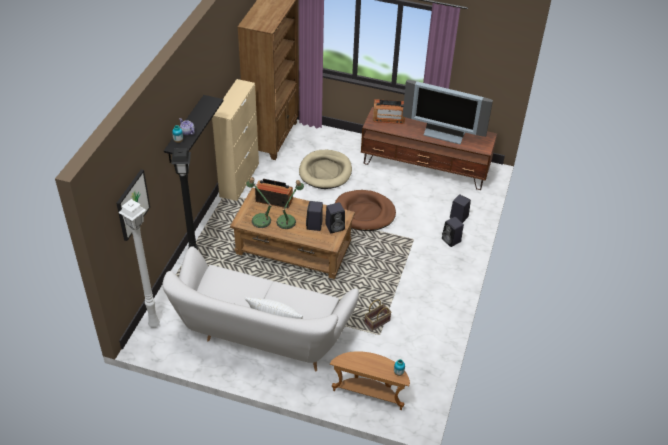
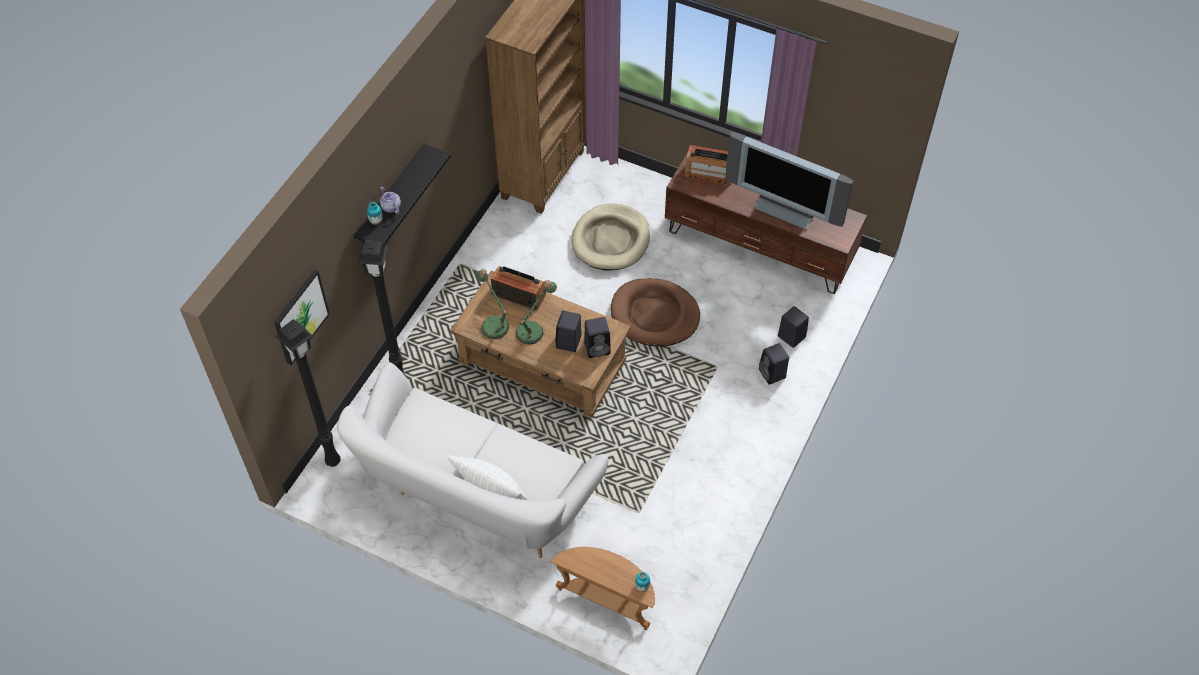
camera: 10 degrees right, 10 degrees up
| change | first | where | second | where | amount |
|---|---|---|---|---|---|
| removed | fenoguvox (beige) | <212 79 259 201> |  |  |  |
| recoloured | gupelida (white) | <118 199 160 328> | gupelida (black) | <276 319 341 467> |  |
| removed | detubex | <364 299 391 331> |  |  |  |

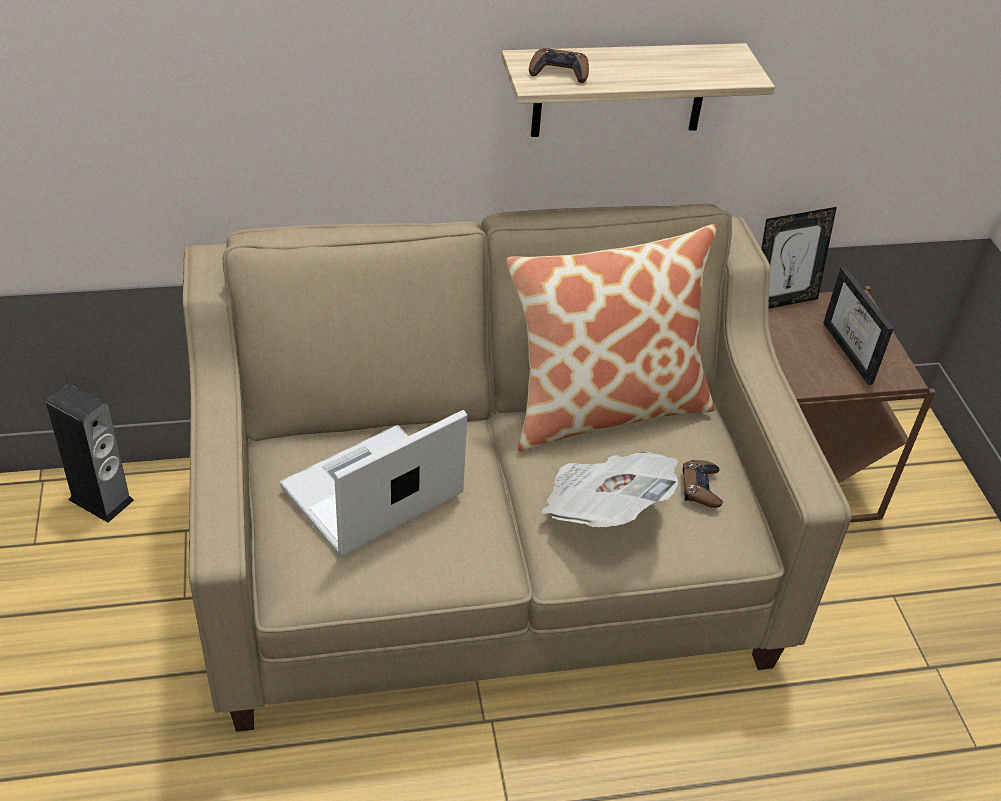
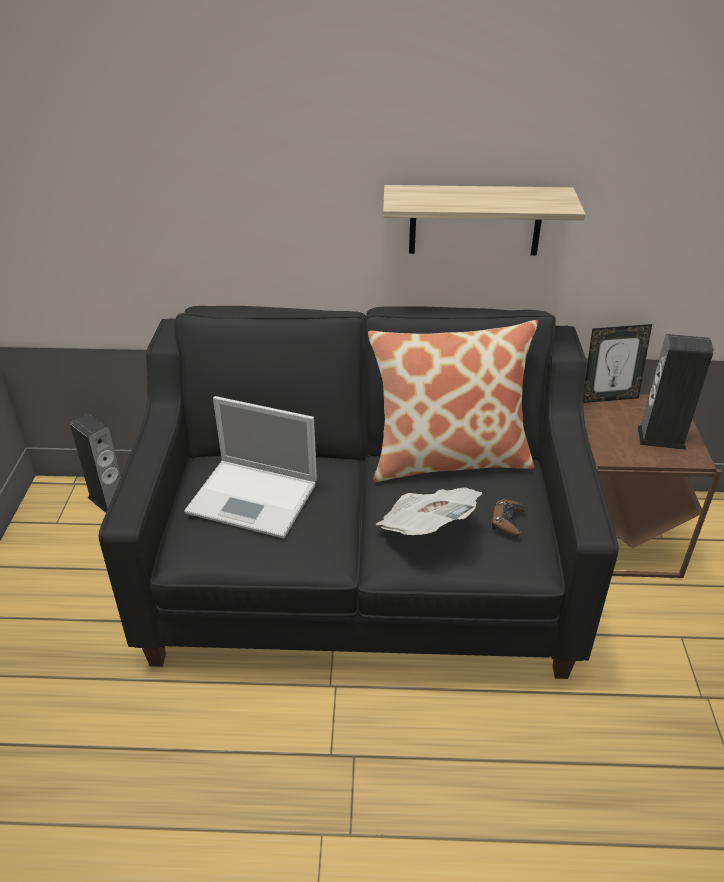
camera: 15 degrees right, 5 degrees down
| change | first | where | second | where | amount |
|---|---|---|---|---|---|
| removed | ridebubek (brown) | <529 48 589 83> |  |  |  |
| recoloured | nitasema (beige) | <182 204 852 732> | nitasema (black) | <99 306 619 679> |  |
| replaced | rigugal | <823 267 894 385> | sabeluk | <637 334 714 450> |  |
| turned | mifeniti | <280 410 467 556> |  | <184 396 317 539> | 135 degrees counterclockwise |

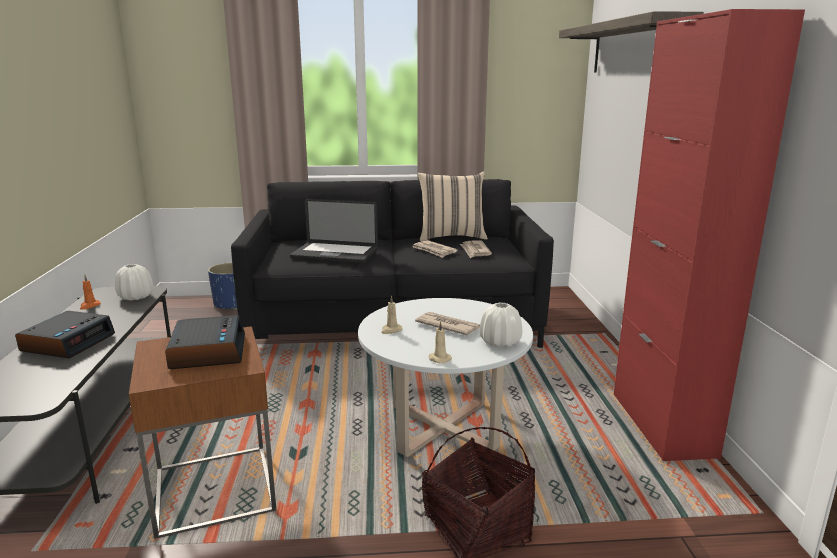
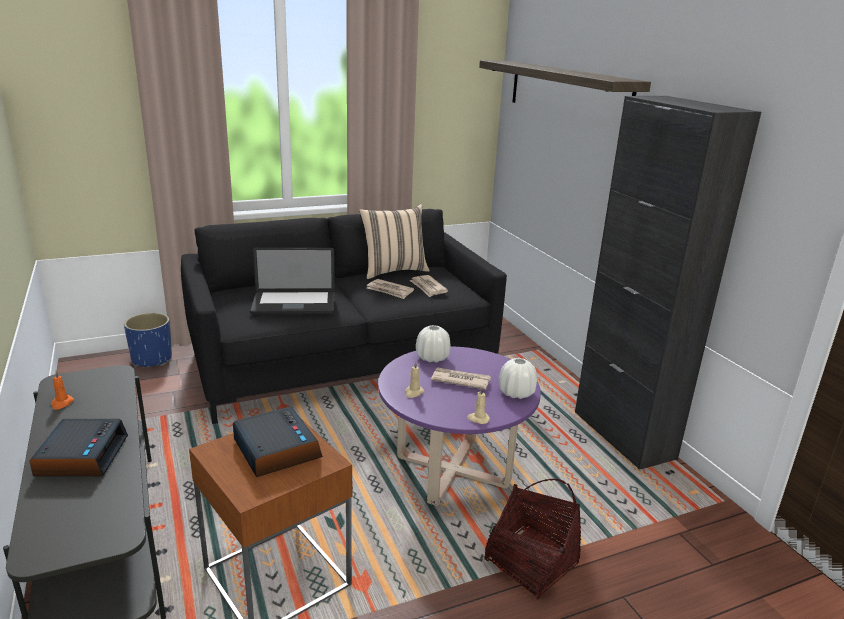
camera: 20 degrees left, 5 degrees up
| change | first | where | second | where | amount |
|---|---|---|---|---|---|
| recoloured | fenoguvox (red) | <614 9 805 461> | fenoguvox (black) | <575 96 761 470> |  |
| moved | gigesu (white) | <115 264 153 300> |  | <416 325 451 363> |  |
| recoloured | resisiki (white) | <358 298 533 457> | resisiki (purple) | <378 347 541 506> |  |

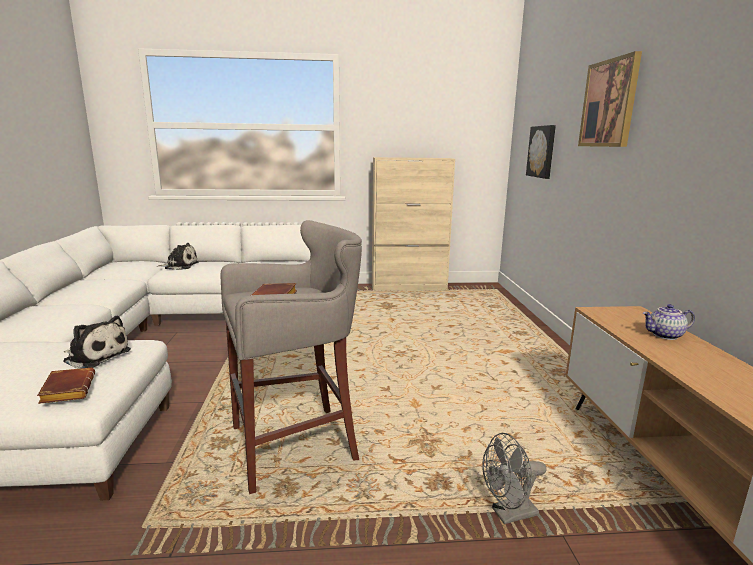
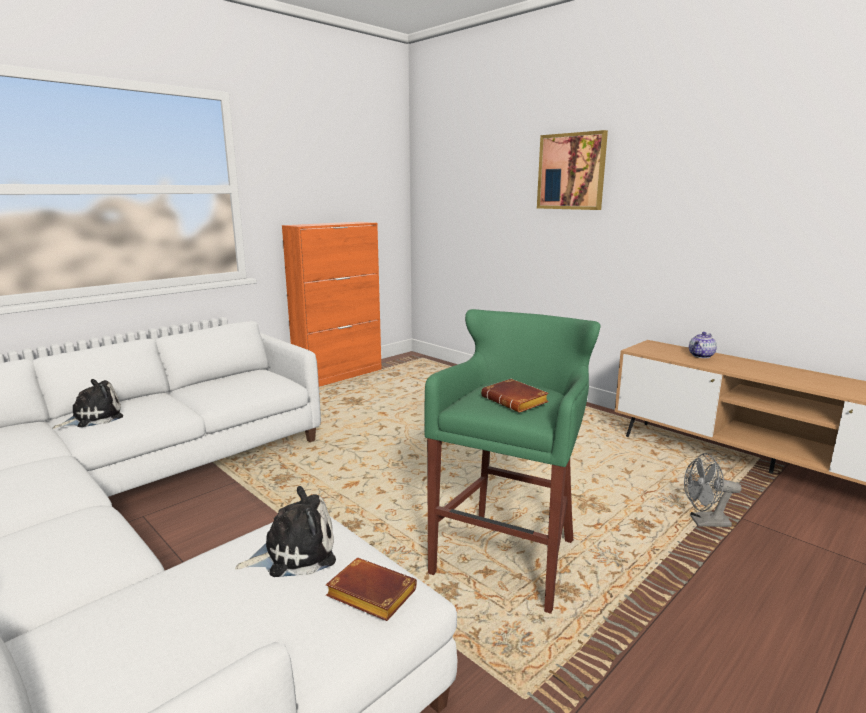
camera: 40 degrees left, 0 degrees up
| change | first | where | second | where | amount |
|---|---|---|---|---|---|
| removed | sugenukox | <526 125 556 179> |  |  |  |
| recoloured | fenoguvox (beige) | <372 157 455 291> | fenoguvox (orange) | <282 222 382 387> |  |
| recoloured | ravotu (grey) | <221 220 362 494> | ravotu (green) | <424 309 601 614> |  |
| turned | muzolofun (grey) | <482 433 547 524> |  | <684 453 742 527> | 60 degrees clockwise |

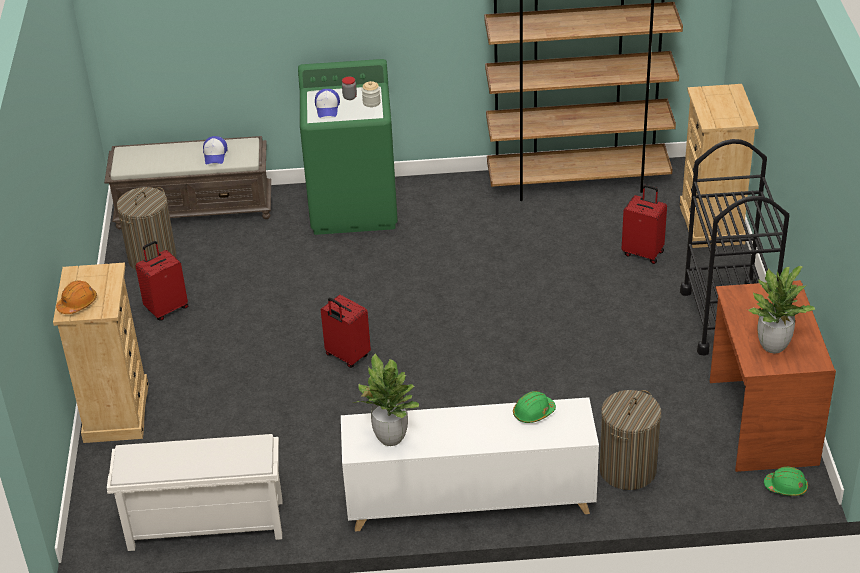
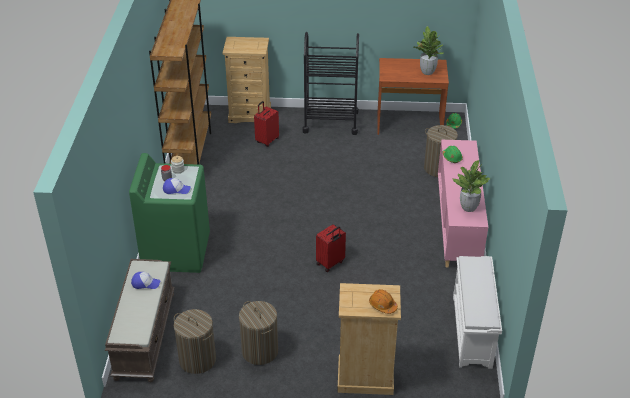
camera: 85 degrees left, 0 degrees up
| change | first | where | second | where | amount |
|---|---|---|---|---|---|
| replaced | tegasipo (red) | <136 241 188 320> | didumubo | <239 301 278 365> |  |
| recoloured | fenoguvox (white) | <341 397 599 531> | fenoguvox (pink) | <438 140 488 267> |  |

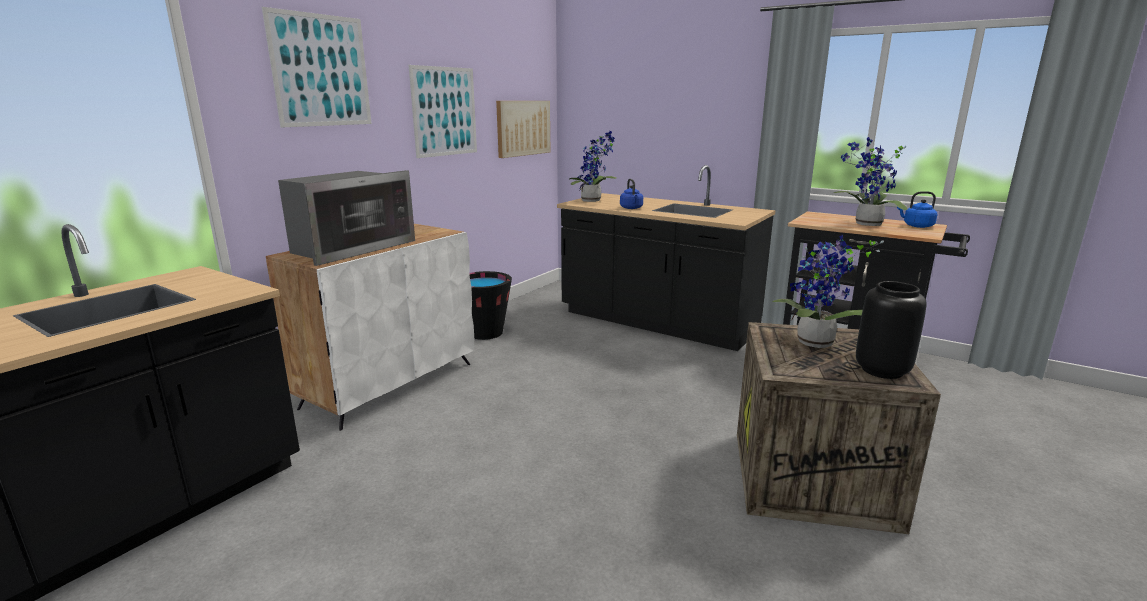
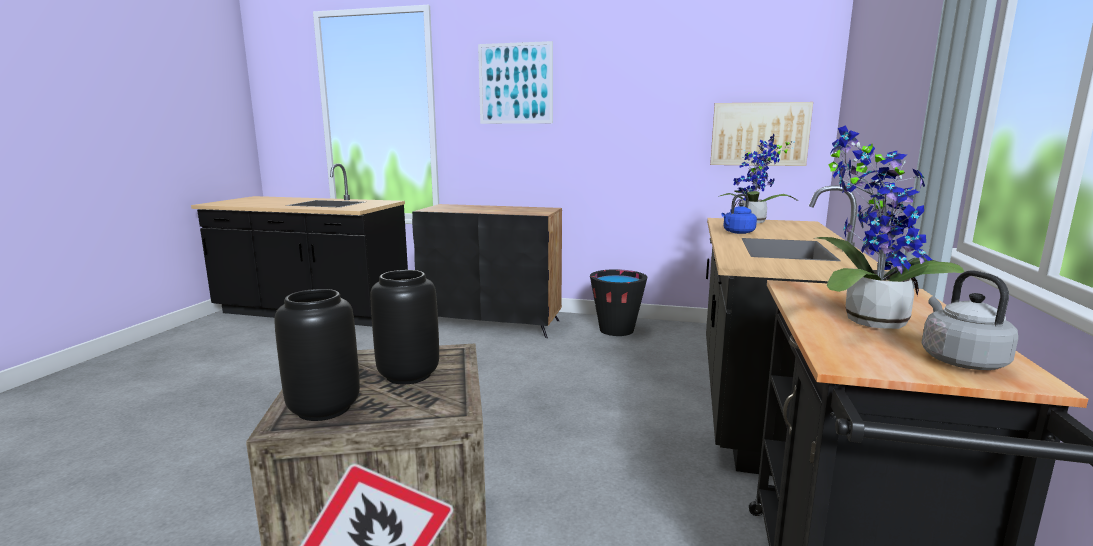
camera: 70 degrees right, 5 degrees down
| change | first | where | second | where | amount |
|---|---|---|---|---|---|
| removed | sugenukox | <409 65 477 158> |  |  |  |
| removed | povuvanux | <278 170 415 266> |  |  |  |
| recoloured | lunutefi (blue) | <897 191 938 228> | lunutefi (grey) | <921 270 1018 370> |  |
| recoloured | fenoguvox (white) | <266 224 474 431> | fenoguvox (black) | <412 204 562 338> |  |
| replaced | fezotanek | <772 235 884 348> | gigesu (black) | <371 270 439 384> |  |

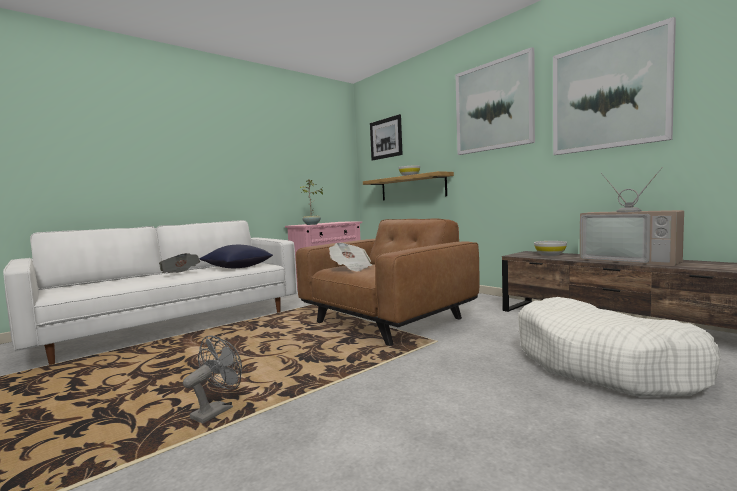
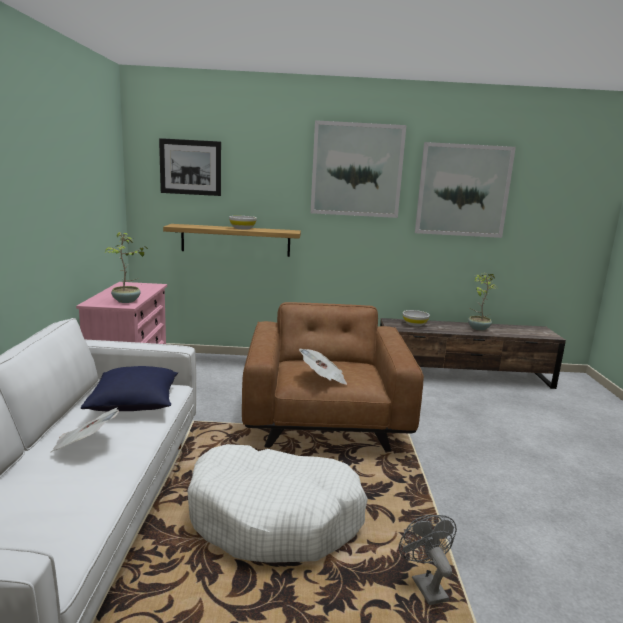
camera: 50 degrees left, 10 degrees up
| change | first | where | second | where | amount |
|---|---|---|---|---|---|
| replaced | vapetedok | <580 167 684 266> | fezotanek | <468 273 497 331> |  |
| moved | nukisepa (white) | <518 297 721 397> |  | <187 444 368 563> |  |

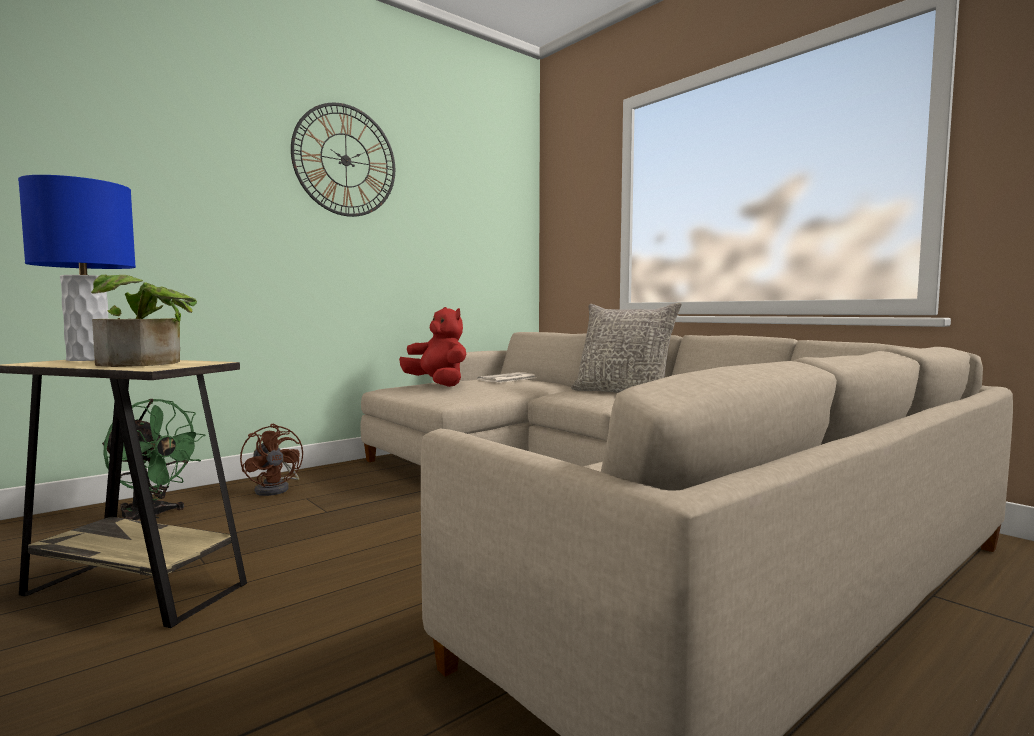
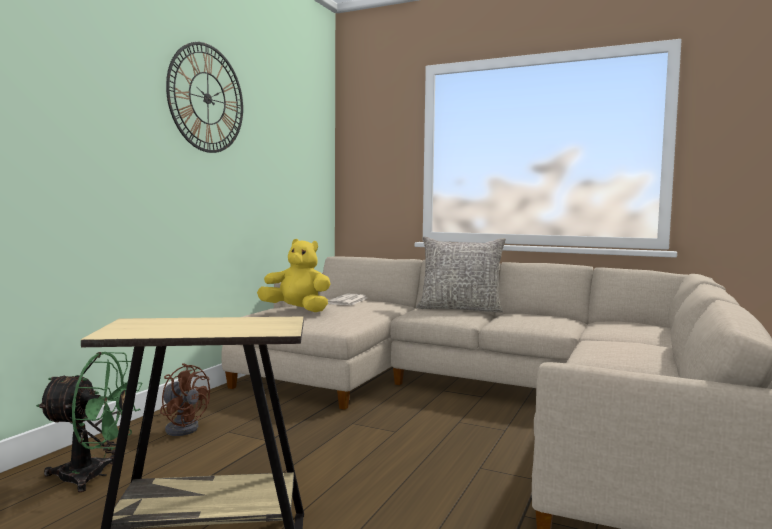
camera: 25 degrees left, 0 degrees up
| change | first | where | second | where | amount |
|---|---|---|---|---|---|
| removed | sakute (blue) | <18 175 136 361> |  |  |  |
| removed | fezotanek | <91 275 197 367> |  |  |  |
| recoloured | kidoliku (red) | <399 307 466 387> | kidoliku (yellow) | <257 239 331 312> |  |

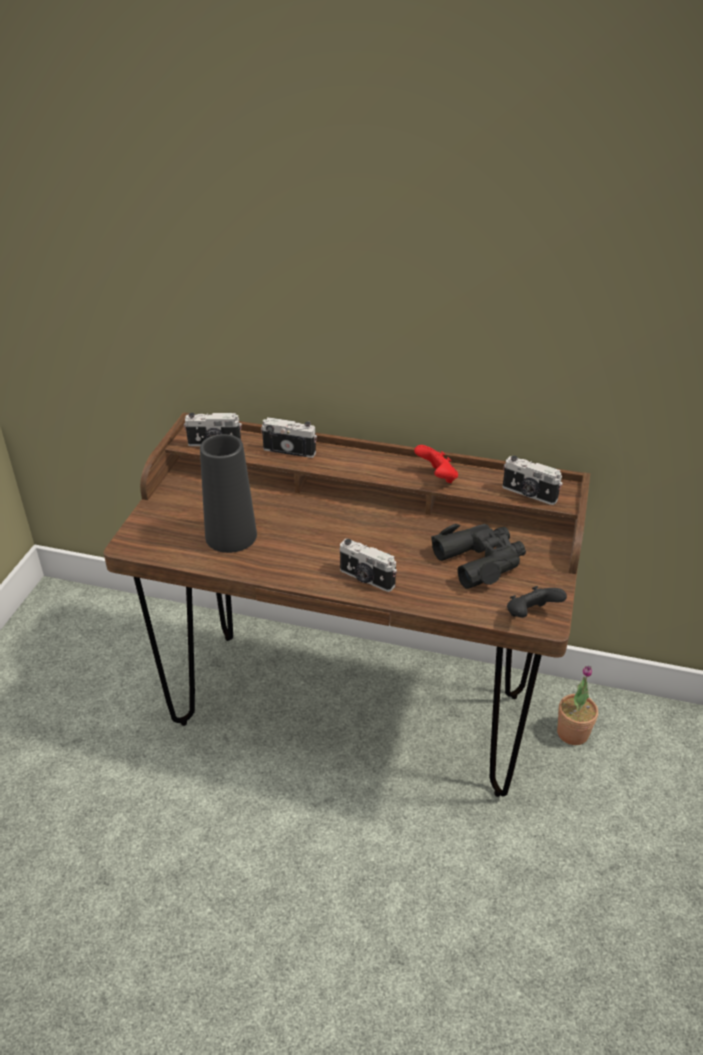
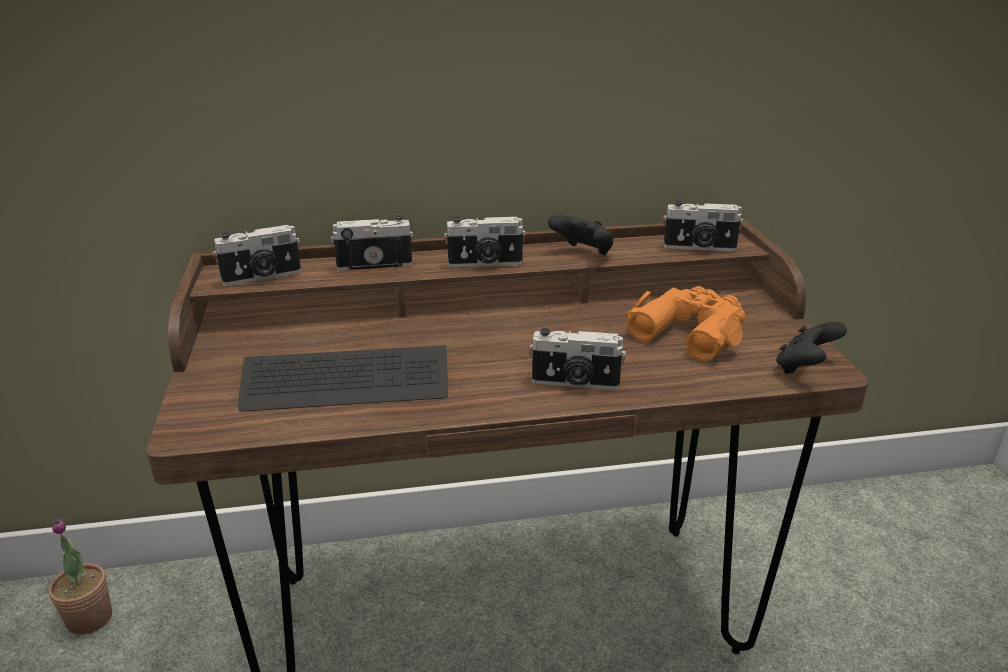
camera: 25 degrees left, 10 degrees down
| change | first | where | second | where | amount |
|---|---|---|---|---|---|
| replaced | gigesu (black) | <200 434 257 553> | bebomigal | <238 345 448 412> |  |
| recoloured | ridebubek (red) | <414 445 458 483> | ridebubek (black) | <548 215 613 255> |  |
| recoloured | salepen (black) | <431 524 526 589> | salepen (orange) | <626 286 745 361> |  |
| moved | fezotanek | <557 666 598 745> |  | <49 518 112 635> |  |
| added |  |  | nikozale | <444 217 526 267> |  |

